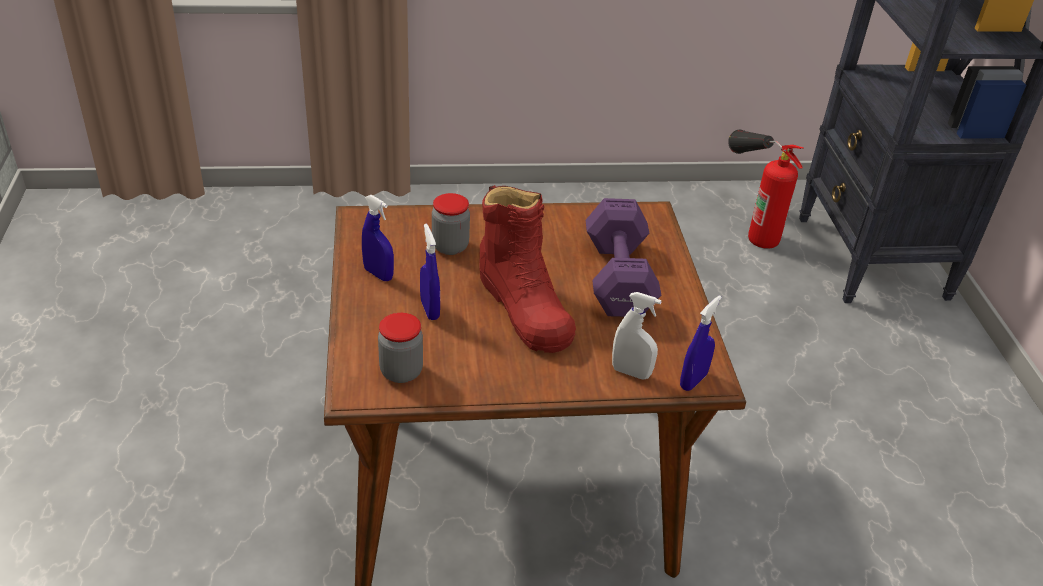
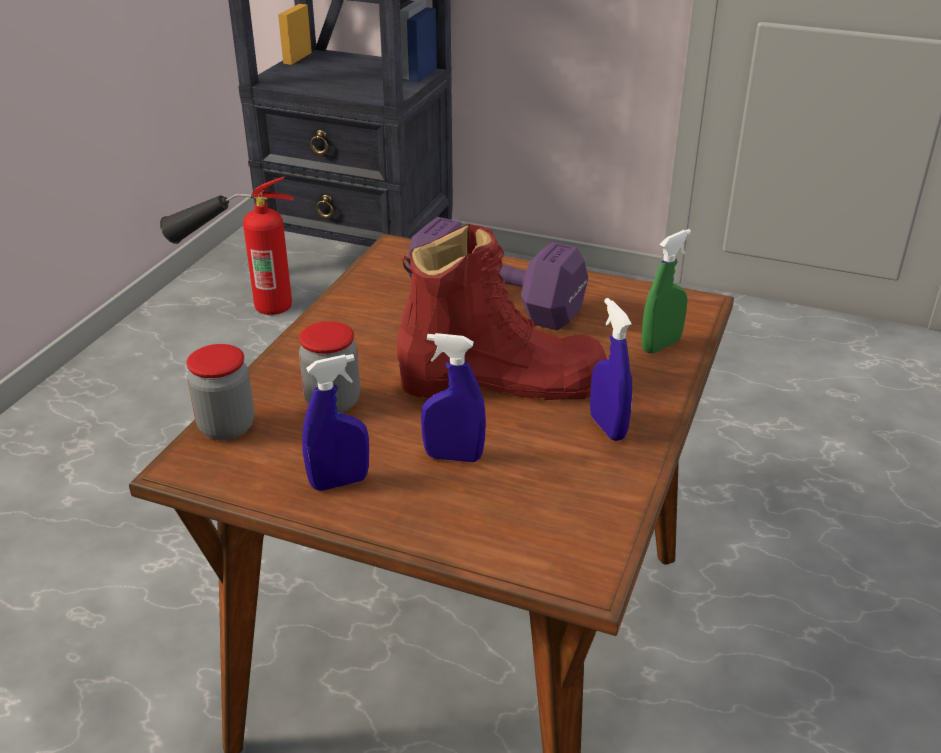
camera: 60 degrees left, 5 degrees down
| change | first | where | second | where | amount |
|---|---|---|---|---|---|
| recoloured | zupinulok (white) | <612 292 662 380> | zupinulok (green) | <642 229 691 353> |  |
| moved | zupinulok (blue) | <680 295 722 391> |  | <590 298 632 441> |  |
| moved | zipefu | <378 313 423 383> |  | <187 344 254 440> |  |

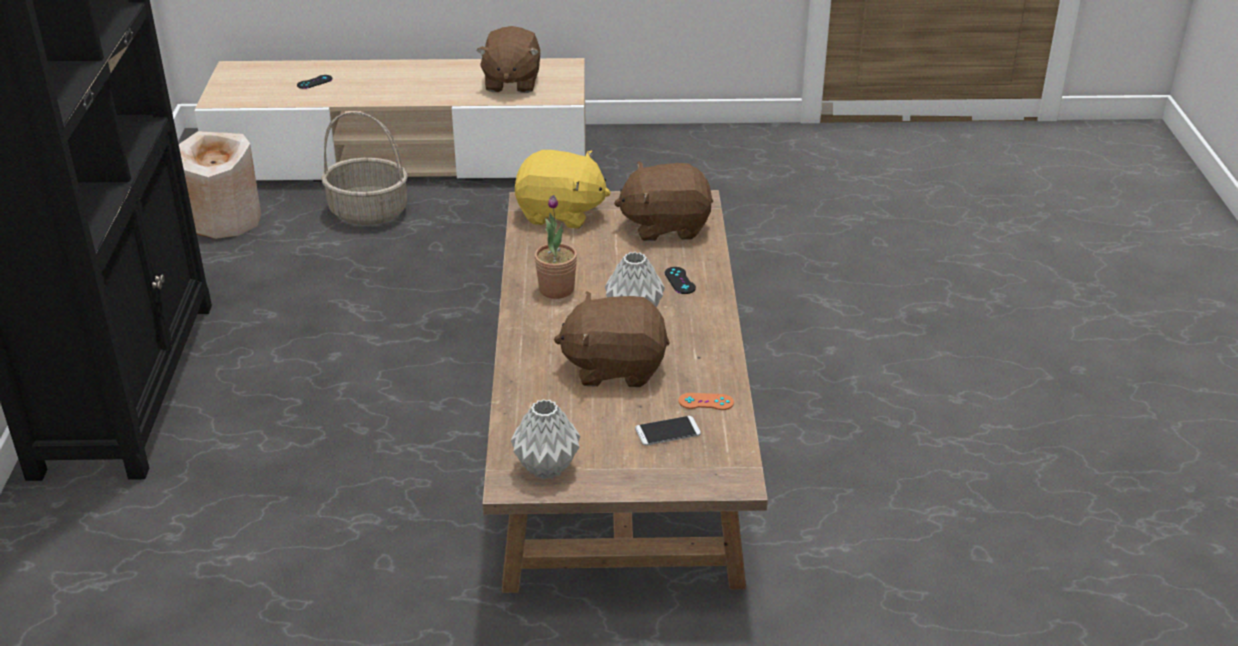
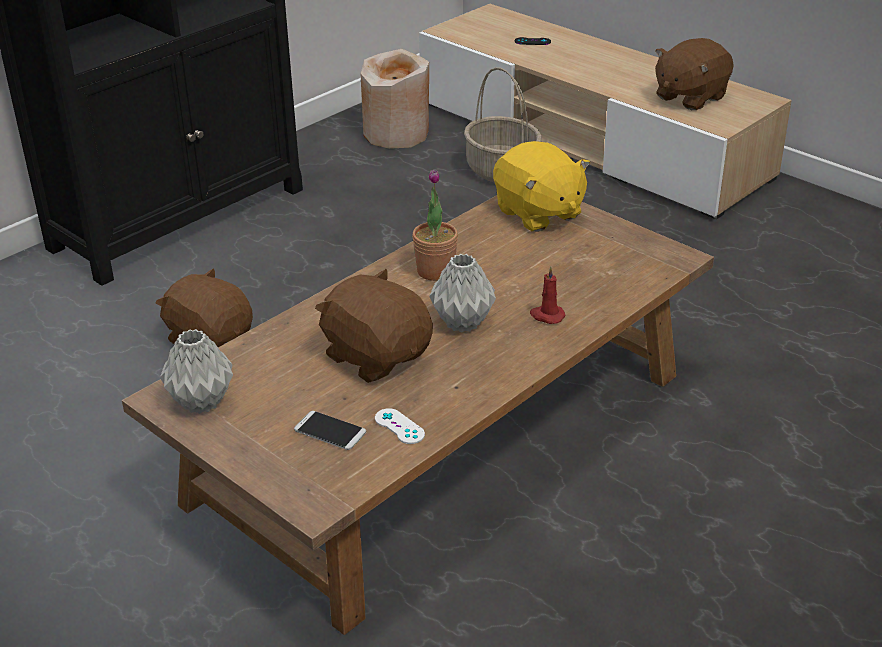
camera: 45 degrees right, 0 degrees up
| change | first | where | second | where | amount |
|---|---|---|---|---|---|
| moved | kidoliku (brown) | <614 161 713 241> |  | <156 268 253 347> |  |
| replaced | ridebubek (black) | <665 267 696 294> | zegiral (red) | <530 266 566 324> |  |
| recoloured | ridebubek (orange) | <678 393 734 410> | ridebubek (white) | <375 408 425 444> |  |

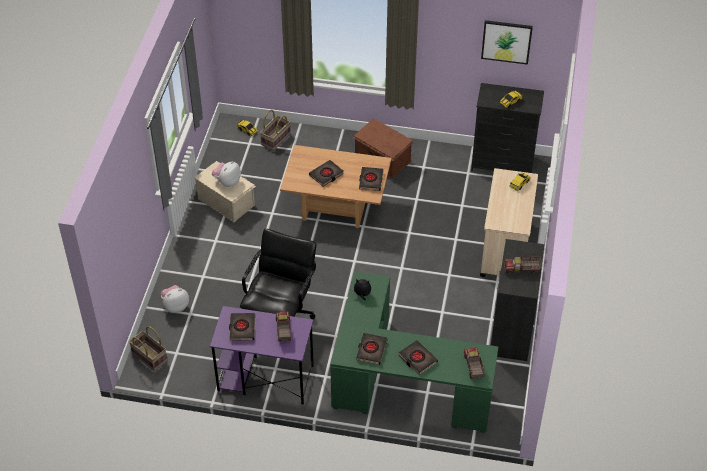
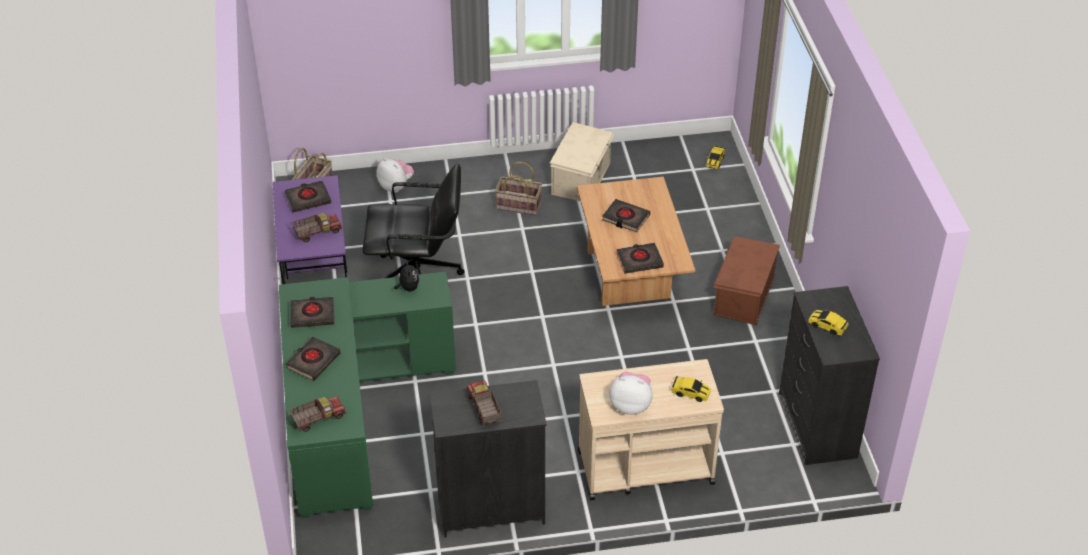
camera: 70 degrees right, 5 degrees down
| change | first | where | second | where | amount |
|---|---|---|---|---|---|
| removed | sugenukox | <481 20 533 65> |  |  |  |
| moved | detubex | <260 110 291 151> |  | <495 162 542 216> |  |
| moved | kidoliku | <212 161 241 187> |  | <609 371 652 415> |  |

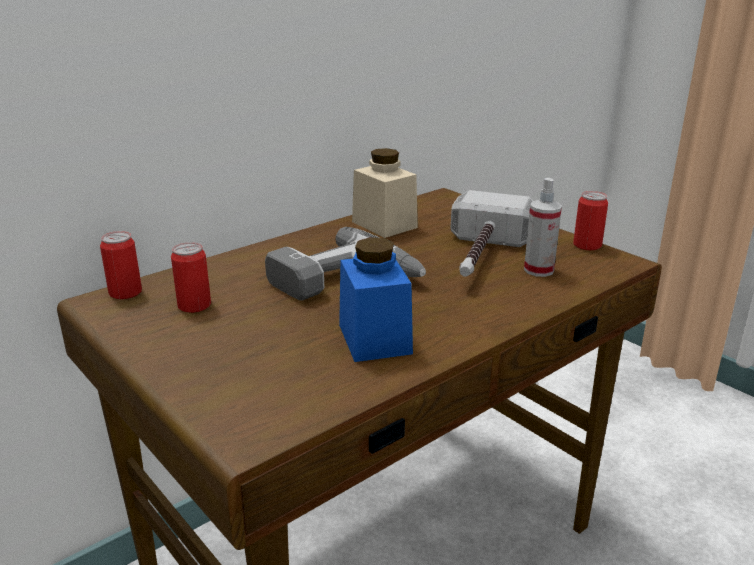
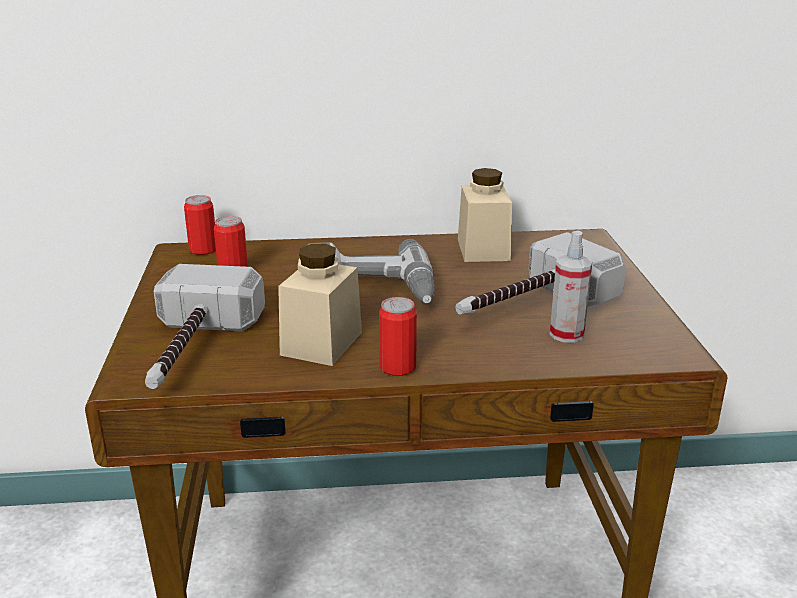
camera: 35 degrees right, 0 degrees up
| change | first | where | second | where | amount |
|---|---|---|---|---|---|
| moved | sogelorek | <573 191 608 250> |  | <379 297 417 376> |  |
| recoloured | zipefu (blue) | <339 237 413 362> | zipefu (beige) | <278 244 362 366> |  |
| added |  |  | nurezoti | <145 264 265 389> |  |

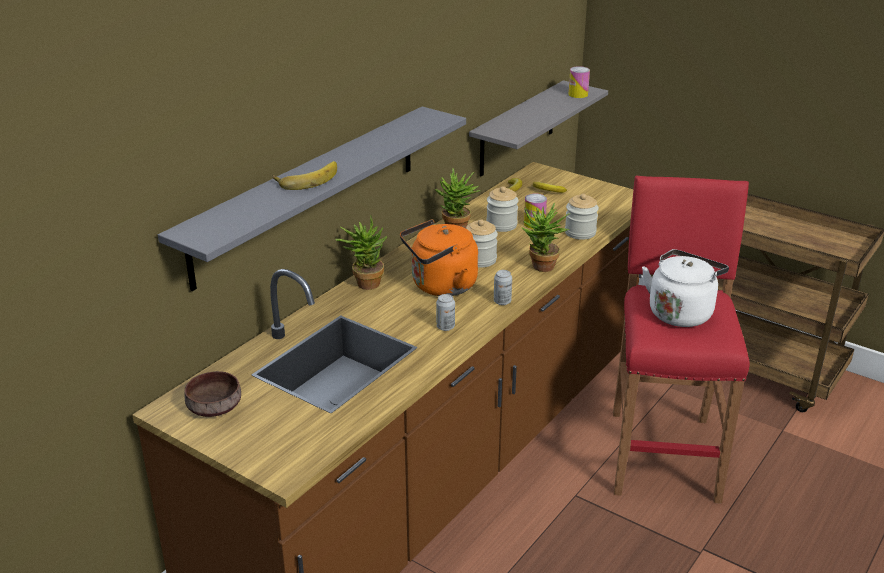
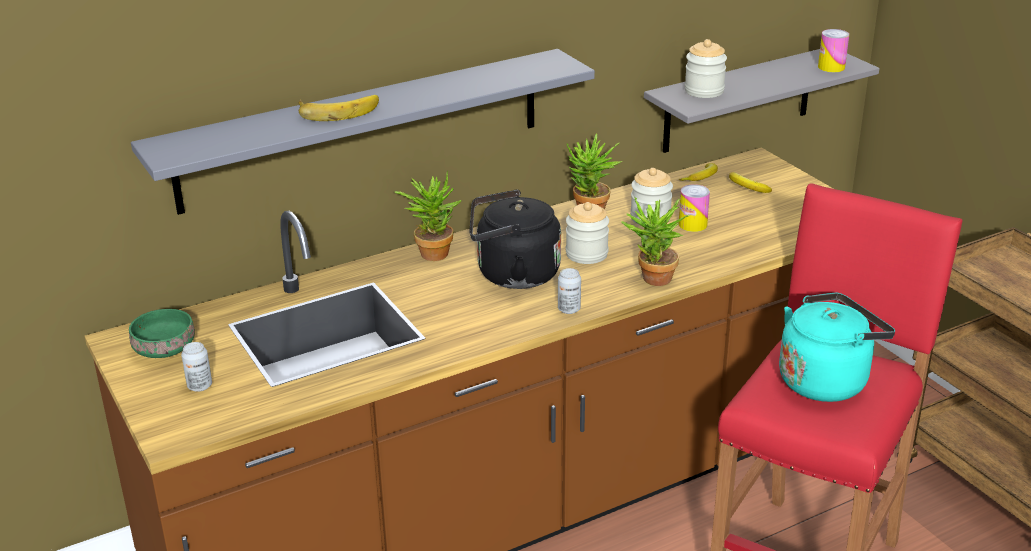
camera: 25 degrees right, 0 degrees up
| change | first | where | second | where | amount |
|---|---|---|---|---|---|
| moved | zipefu | <565 194 599 240> |  | <685 39 727 98> |  |
| recoloured | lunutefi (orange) | <400 219 478 296> | lunutefi (black) | <469 190 561 289> |  |
| recoloured | lunutefi (white) | <642 249 729 327> | lunutefi (turquoise) | <779 292 895 402> |  |
| moved | sogelorek | <436 294 455 331> |  | <181 342 212 392> |  |
| recoloured | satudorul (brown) | <184 371 241 417> | satudorul (green) | <129 309 195 358> |  |

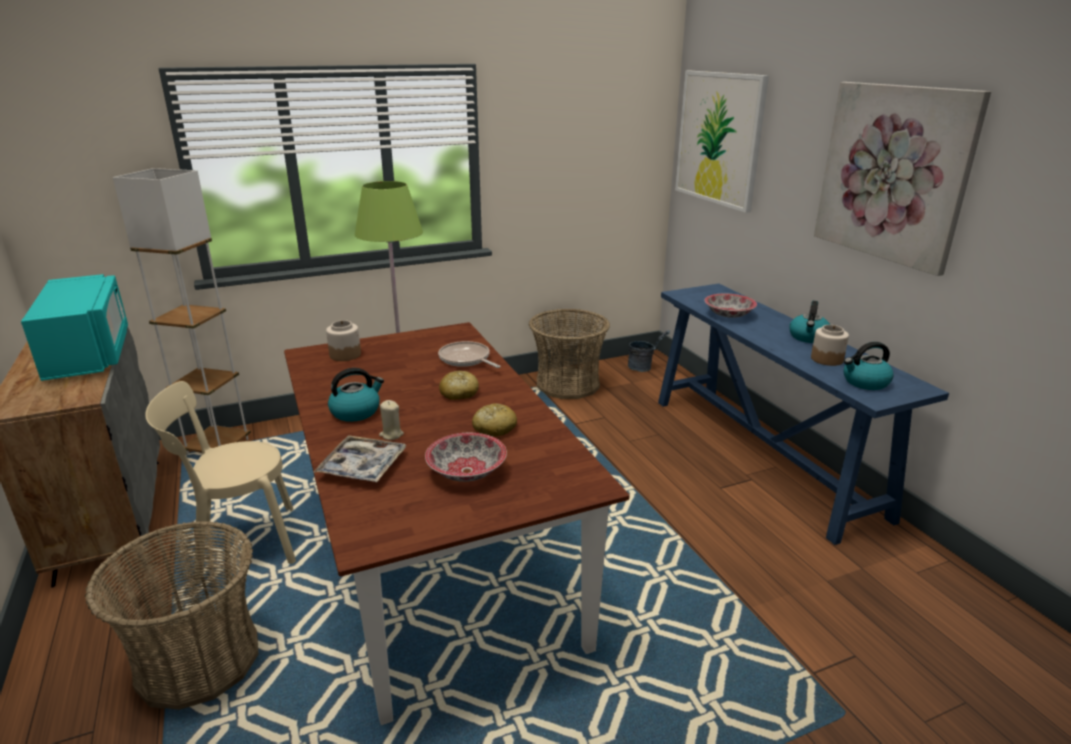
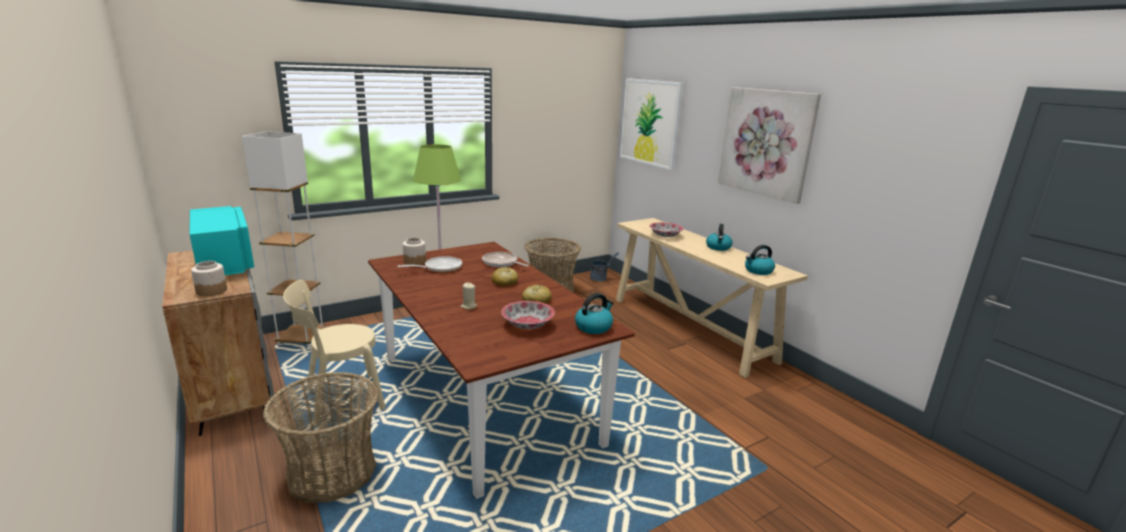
camera: 10 degrees left, 5 degrees down
| change | first | where | second | where | amount |
|---|---|---|---|---|---|
| recoloured | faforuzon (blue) | <658 284 949 545> | faforuzon (beige) | <616 218 808 378> |  |
| moved | zipefu | <811 325 849 366> |  | <191 261 227 296> |  |
| moved | lunutefi | <328 368 384 422> |  | <575 293 613 334> |  |
| removed | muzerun | <314 435 406 482> |  |  |  |
| added |  |  | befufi | <397 256 462 273> |  |

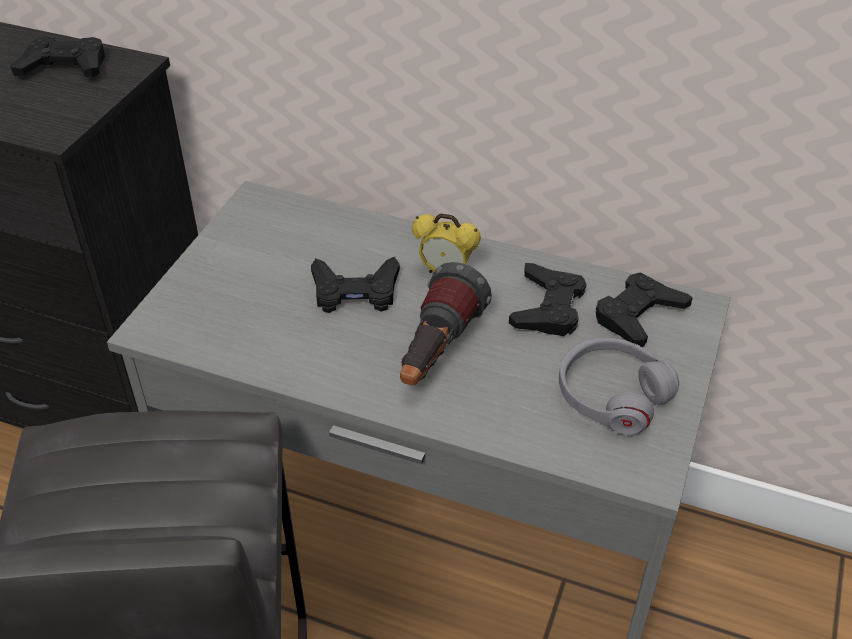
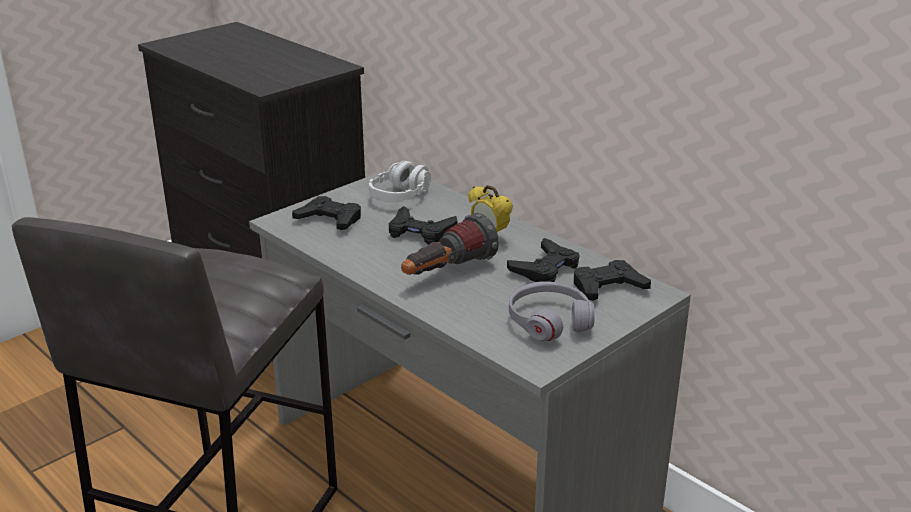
camera: 25 degrees right, 15 degrees down
| change | first | where | second | where | amount |
|---|---|---|---|---|---|
| moved | ridebubek (black) | <10 36 105 78> |  | <292 196 361 230> |  |
| added |  |  | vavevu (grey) | <369 160 431 202> |  |

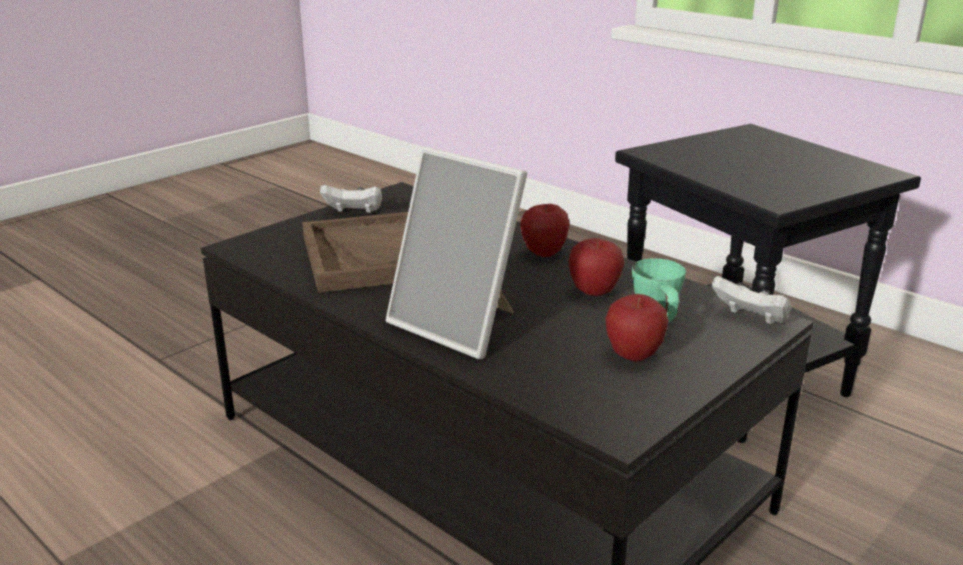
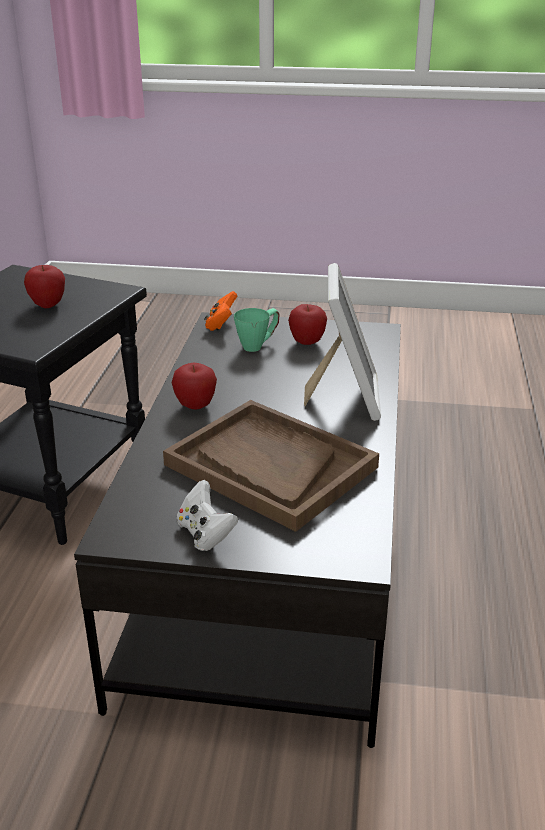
camera: 125 degrees left, 5 degrees up
| change | first | where | second | where | amount |
|---|---|---|---|---|---|
| moved | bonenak | <569 238 625 296> |  | <24 265 65 308> |  |
| recoloured | ridebubek (white) | <712 276 791 325> | ridebubek (orange) | <204 291 238 331> |  |

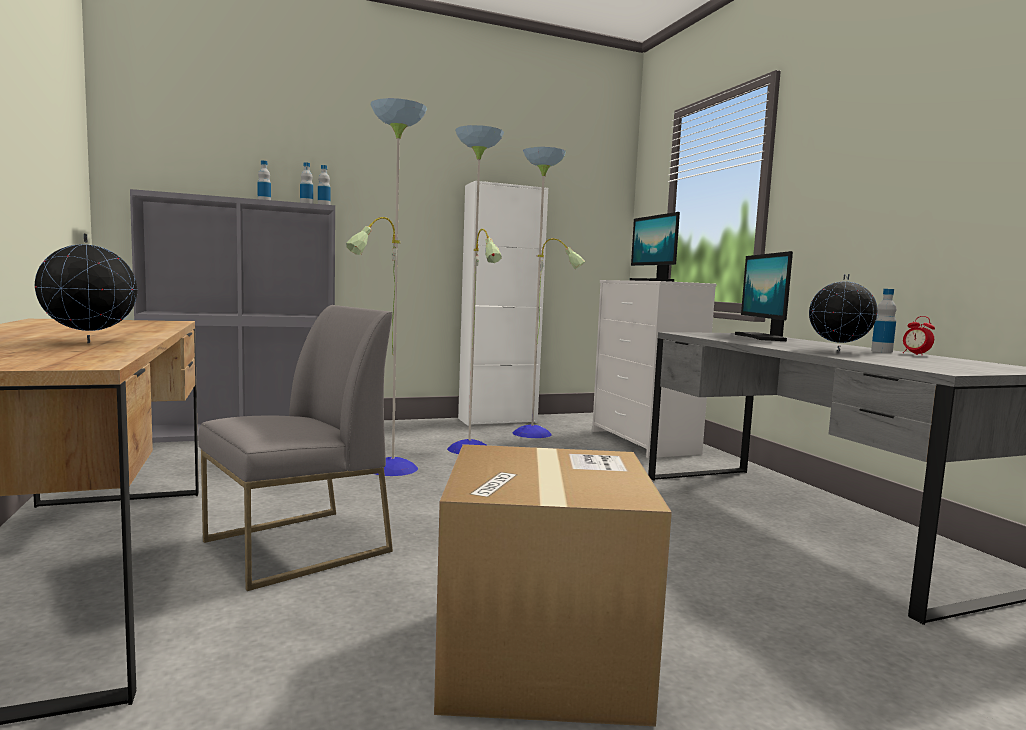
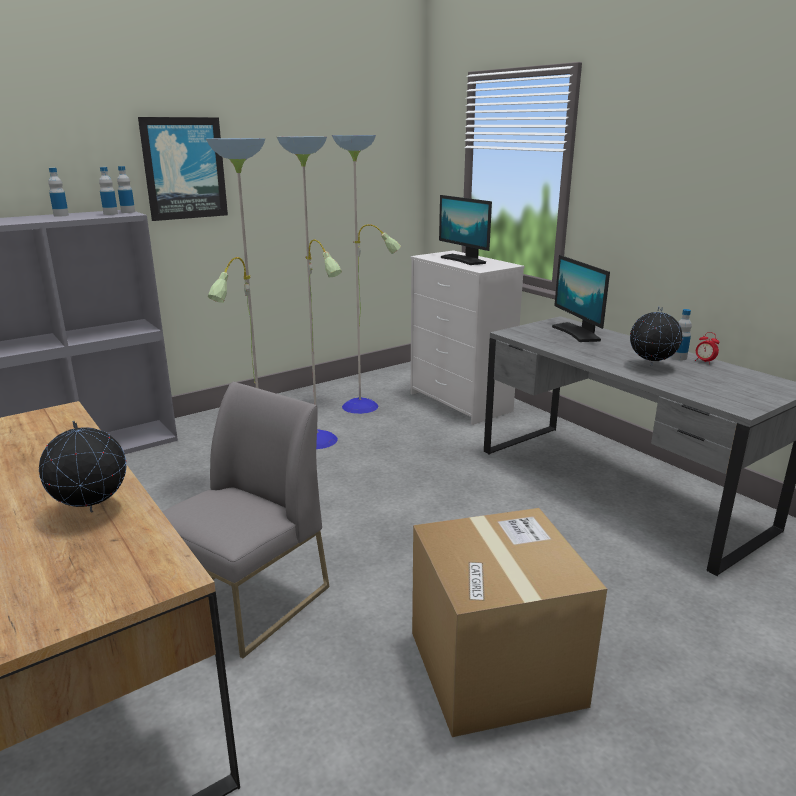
camera: 15 degrees left, 15 degrees up
| change | first | where | second | where | amount |
|---|---|---|---|---|---|
| removed | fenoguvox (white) | <458 181 548 426> |  |  |  |
| added |  |  | sugenukox | <138 117 228 221> |  |

